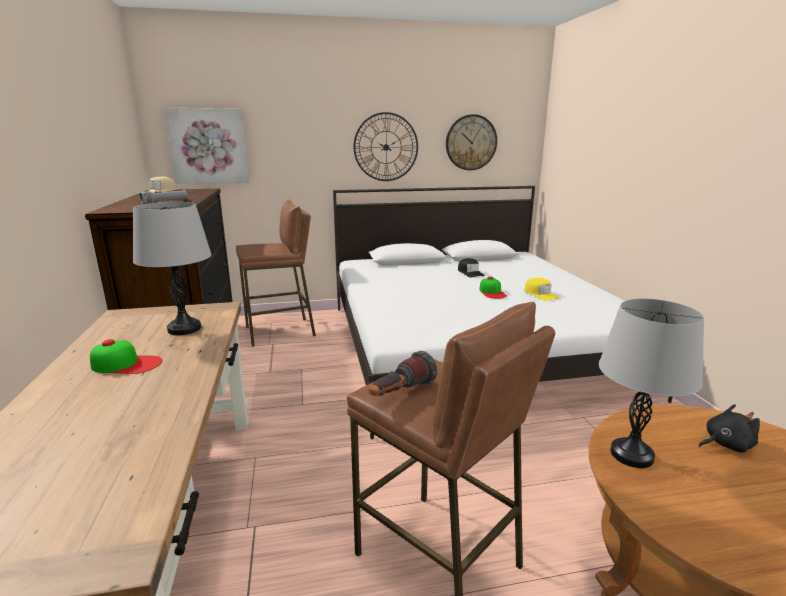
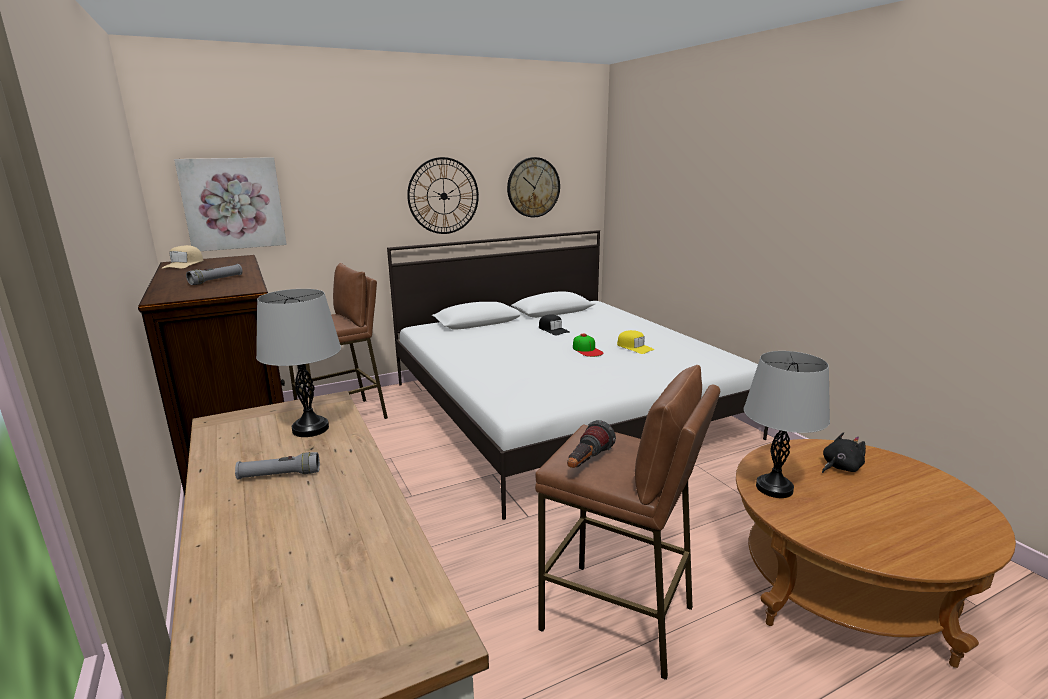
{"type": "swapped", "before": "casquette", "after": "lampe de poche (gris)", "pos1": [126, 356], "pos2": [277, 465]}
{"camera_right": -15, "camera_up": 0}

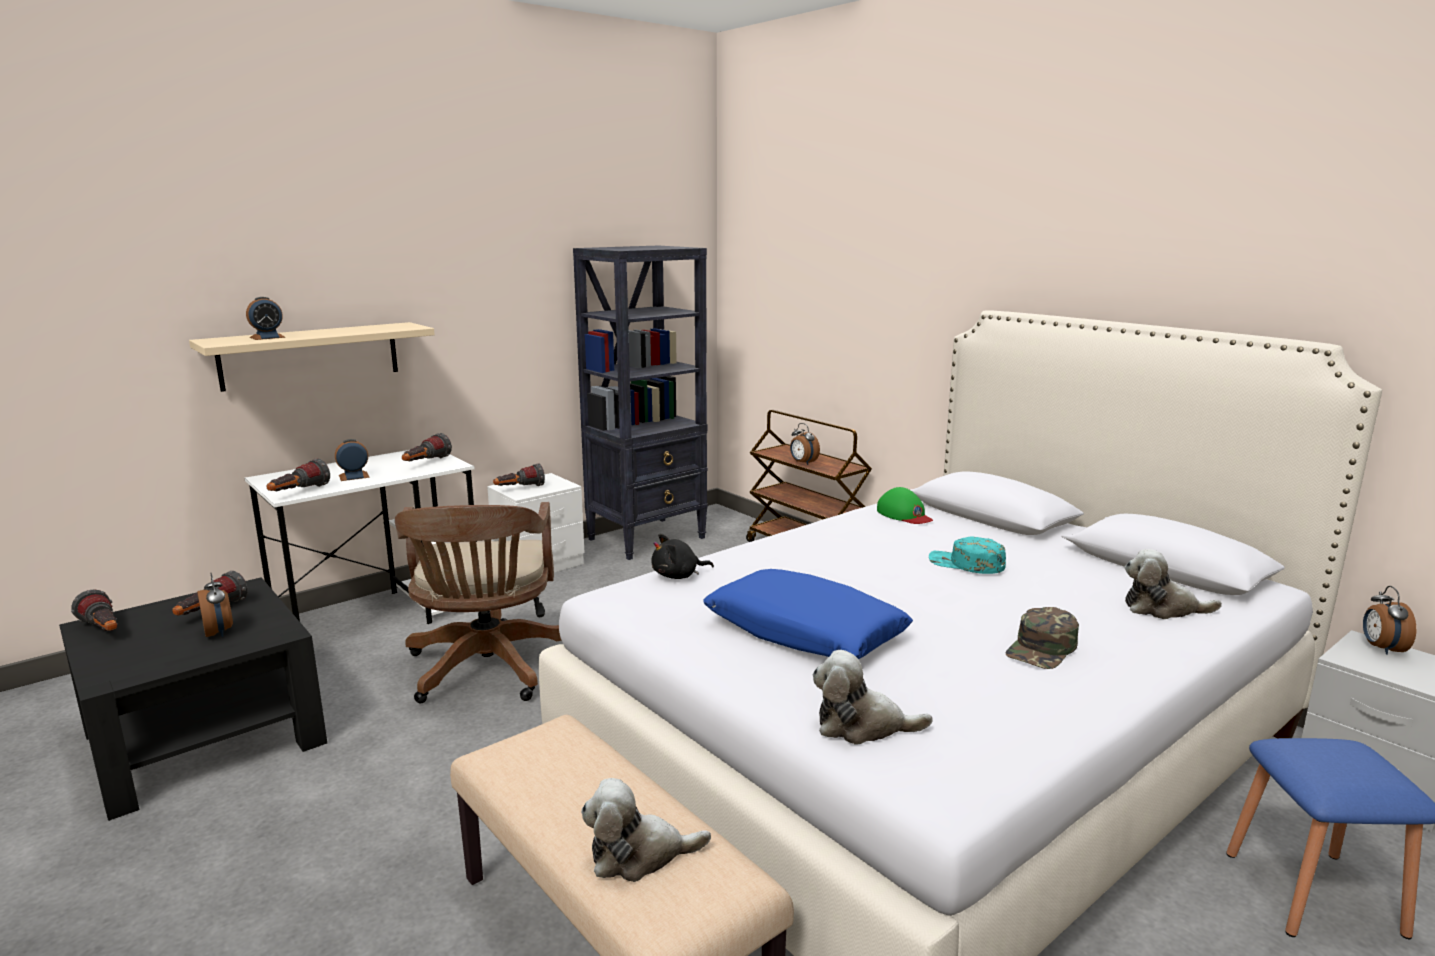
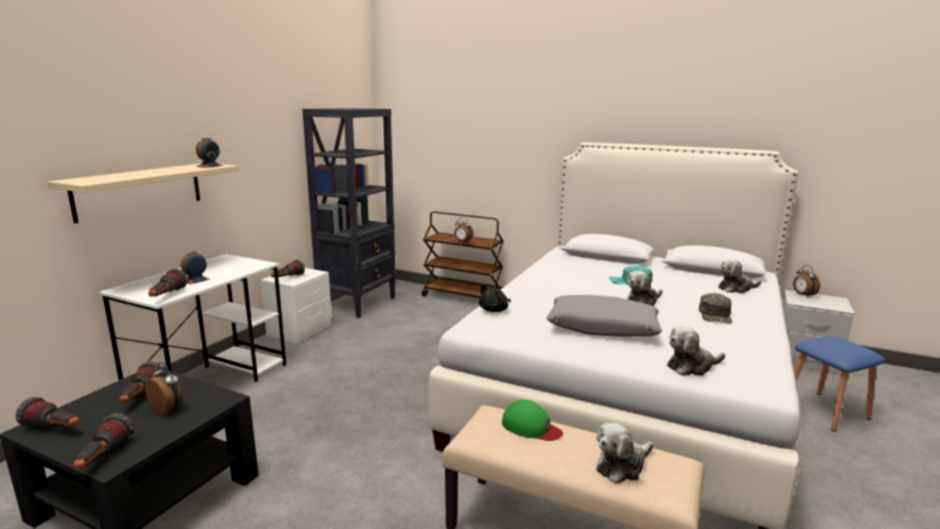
{"type": "shifted", "before": "réveil", "pos1": [266, 318], "pos2": [209, 153]}
{"type": "gone", "before": "chaise de bureau (marron)", "pos1": [478, 603]}
{"type": "shifted", "before": "lampe de poche", "pos1": [427, 447], "pos2": [103, 441]}
{"type": "repainted", "before": "coussin (bleu)", "after": "coussin (gris)", "pos1": [808, 614], "pos2": [604, 315]}
{"type": "shifted", "before": "casquette (vert)", "pos1": [905, 505], "pos2": [532, 420]}
{"type": "new", "after": "peluche", "pos2": [644, 288]}
{"camera_right": -25, "camera_up": 0}

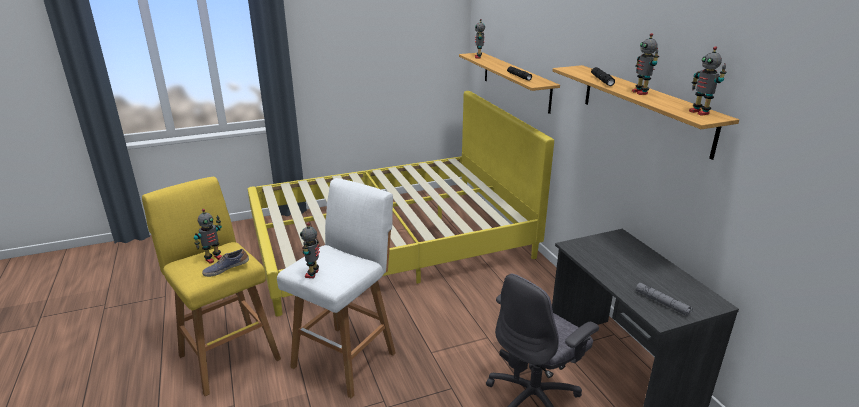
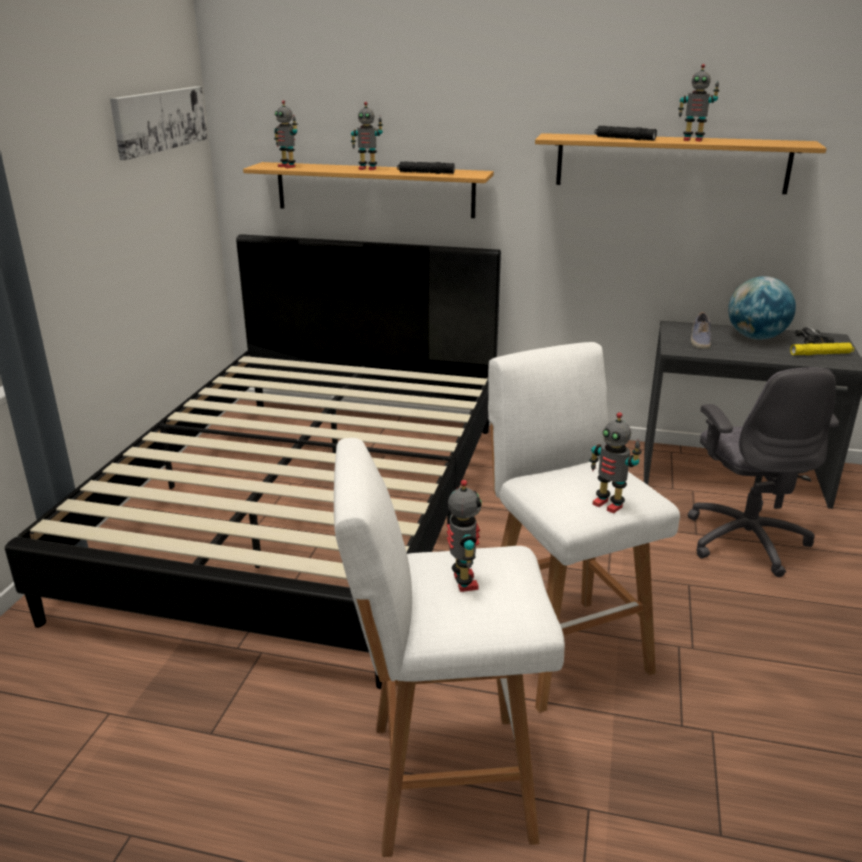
{"type": "repainted", "before": "tabouret (jaune)", "after": "tabouret (blanc)", "pos1": [211, 286], "pos2": [449, 647]}
{"type": "shifted", "before": "chaussure", "pos1": [225, 263], "pos2": [701, 330]}
{"type": "repainted", "before": "lit (jaune)", "after": "lit (noir)", "pos1": [401, 203], "pos2": [253, 461]}
{"type": "repainted", "before": "lampe de poche (gris)", "after": "lampe de poche (jaune)", "pos1": [664, 299], "pos2": [822, 349]}
{"type": "shifted", "before": "robot jouet", "pos1": [708, 81], "pos2": [367, 136]}
{"type": "new", "after": "tableau", "pos2": [159, 123]}
{"type": "new", "after": "globe", "pos2": [762, 308]}
{"type": "new", "after": "petite voiture", "pos2": [814, 335]}
{"camera_right": -55, "camera_up": 0}

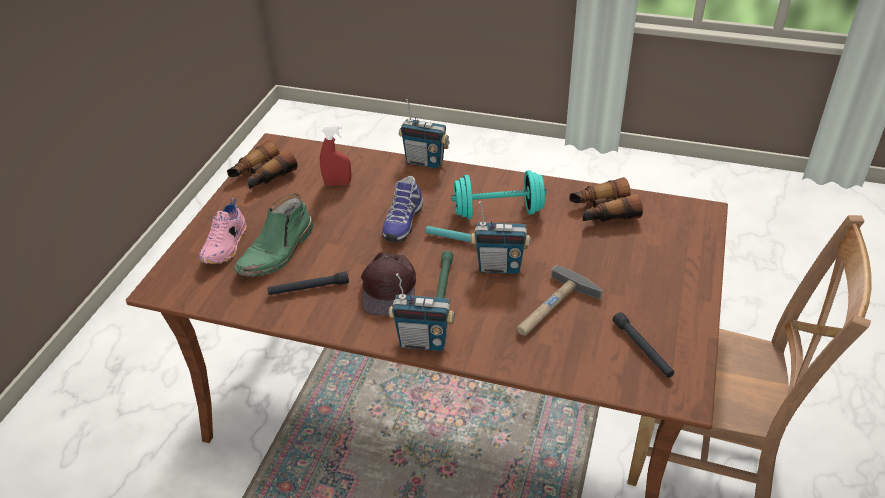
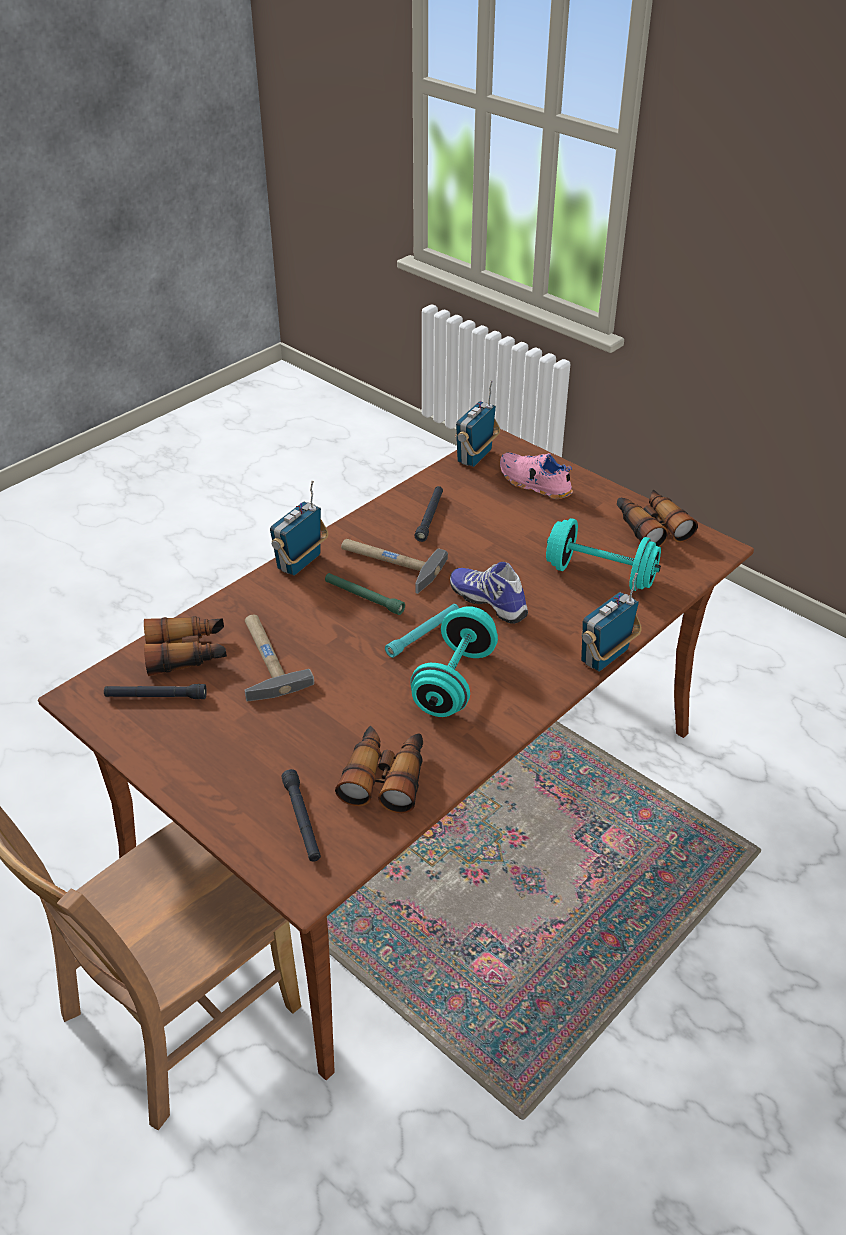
{"type": "gone", "before": "botte (vert)", "pos1": [273, 235]}
{"type": "swapped", "before": "vaporisateur (rouge)", "after": "haltère (turquoise)", "pos1": [335, 155], "pos2": [603, 554]}
{"type": "swapped", "before": "casquette (marron)", "after": "marteau", "pos1": [388, 284], "pos2": [394, 566]}
{"type": "shifted", "before": "radio", "pos1": [500, 237], "pos2": [477, 424]}
{"type": "new", "after": "jumelles", "pos2": [185, 646]}
{"type": "new", "after": "lampe de poche (noir)", "pos2": [301, 815]}
{"camera_right": 115, "camera_up": 0}

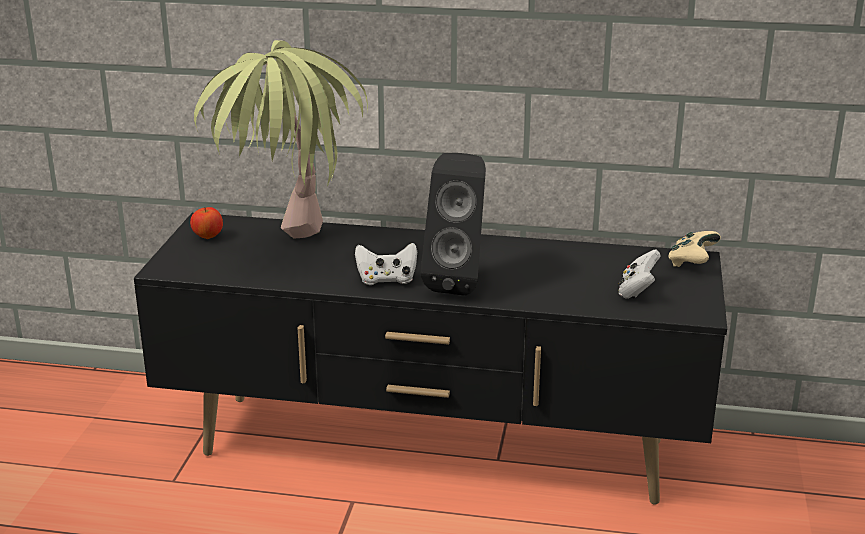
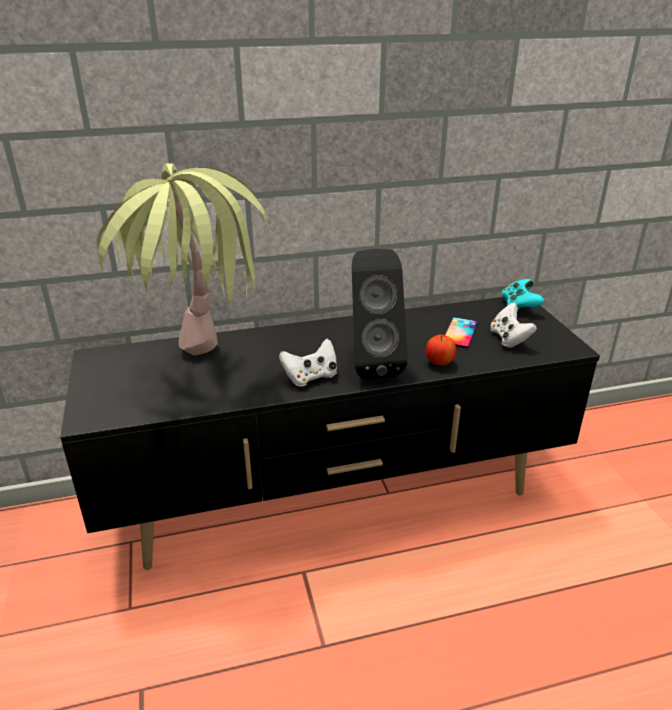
{"type": "shifted", "before": "pomme", "pos1": [206, 223], "pos2": [441, 350]}
{"type": "repainted", "before": "manette (beige)", "after": "manette (turquoise)", "pos1": [694, 249], "pos2": [522, 294]}
{"type": "new", "after": "téléphone", "pos2": [461, 332]}
{"camera_right": -25, "camera_up": 5}

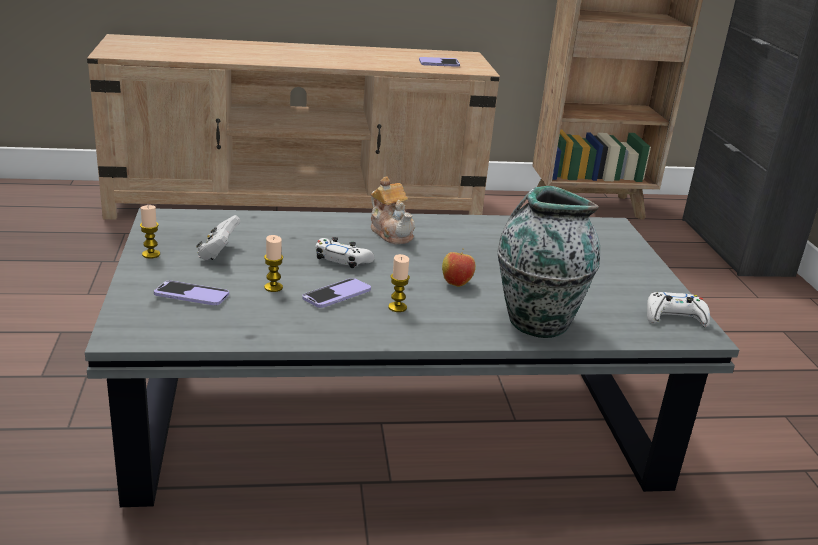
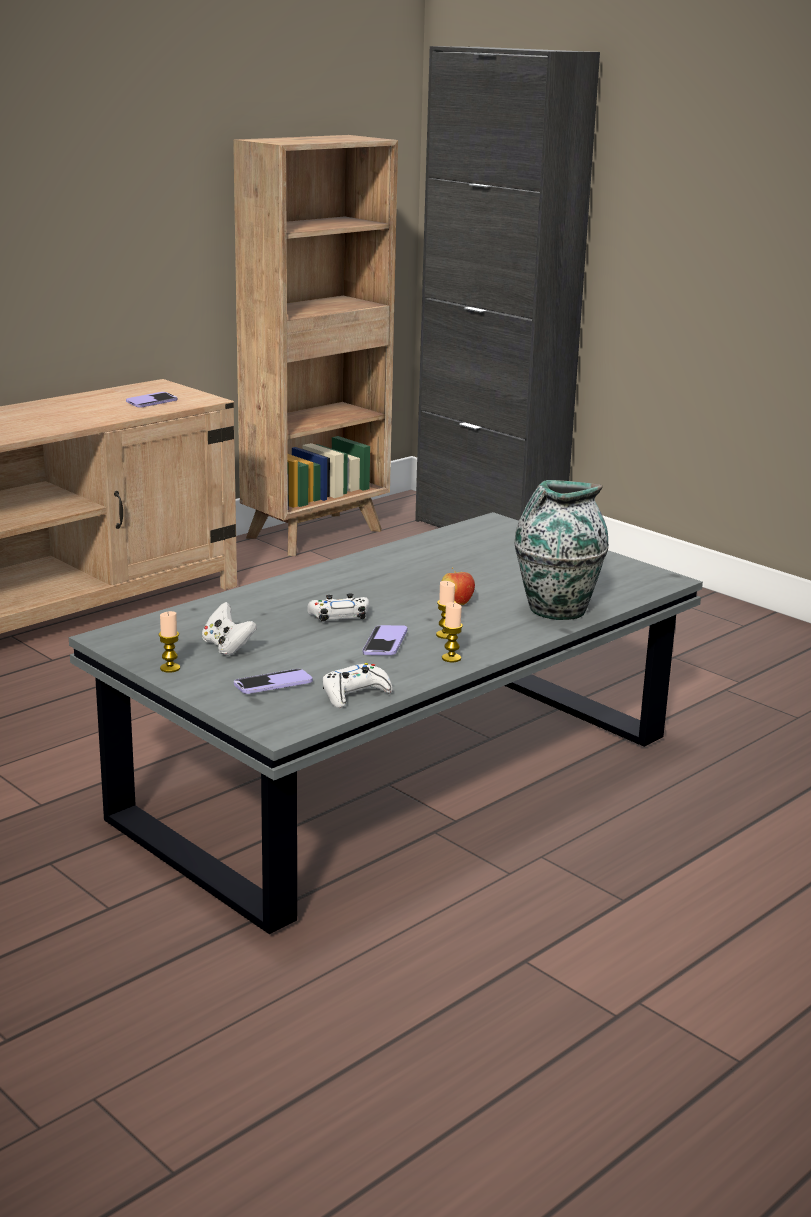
{"type": "shifted", "before": "bougie", "pos1": [273, 263], "pos2": [452, 632]}
{"type": "gone", "before": "théière", "pos1": [393, 210]}
{"type": "shifted", "before": "manette (blanc)", "pos1": [678, 309], "pos2": [358, 685]}
{"camera_right": -35, "camera_up": -5}

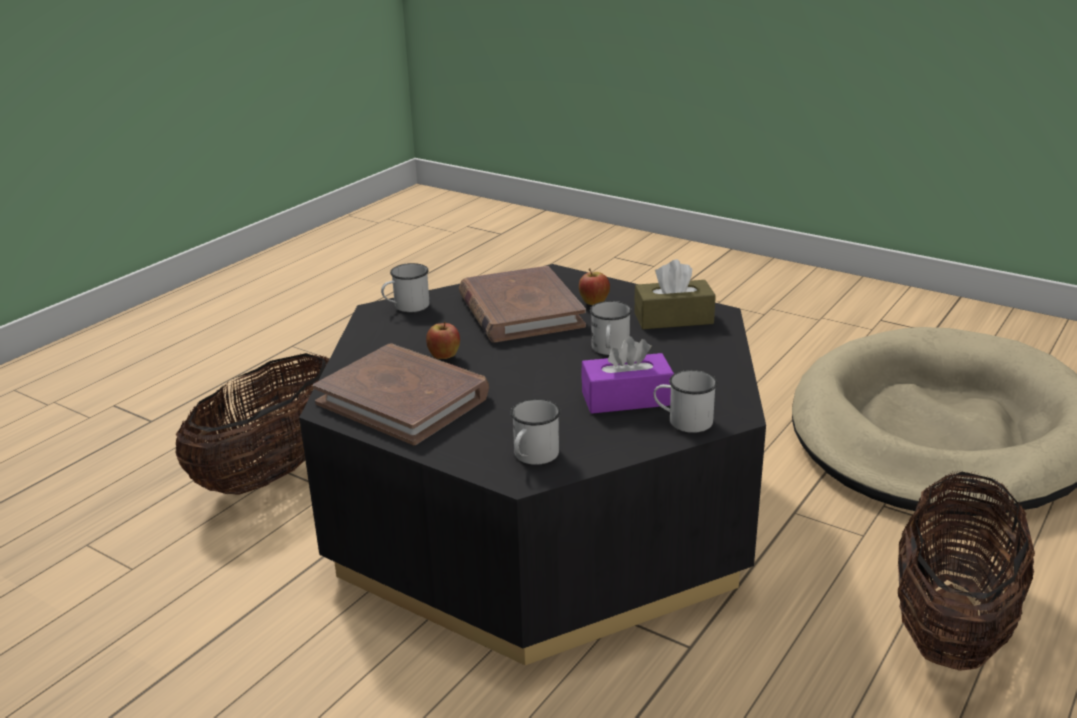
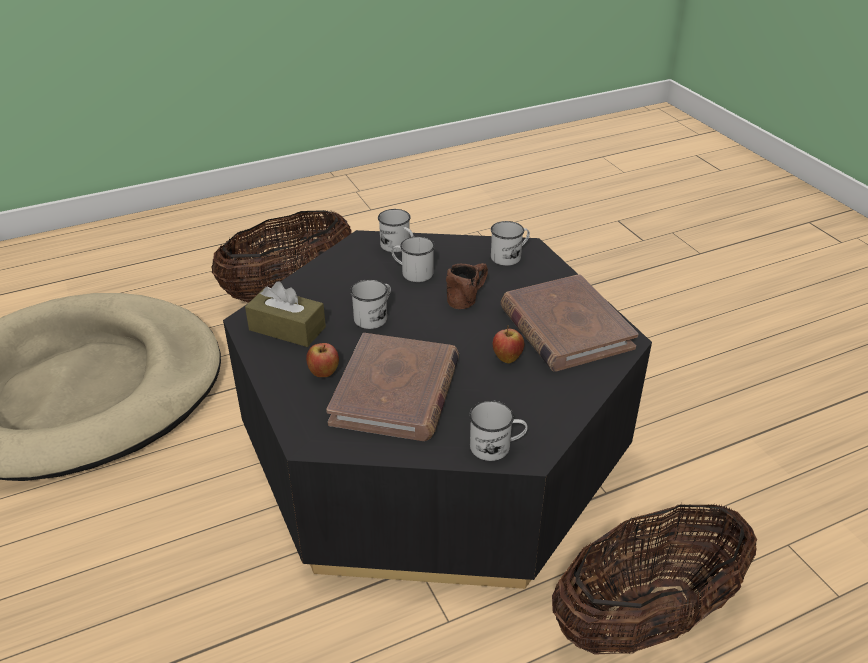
{"type": "swapped", "before": "boîte à mouchoirs (violet)", "after": "mug (blanc)", "pos1": [627, 375], "pos2": [413, 259]}
{"type": "new", "after": "mug (marron)", "pos2": [467, 286]}
{"camera_right": -150, "camera_up": 10}

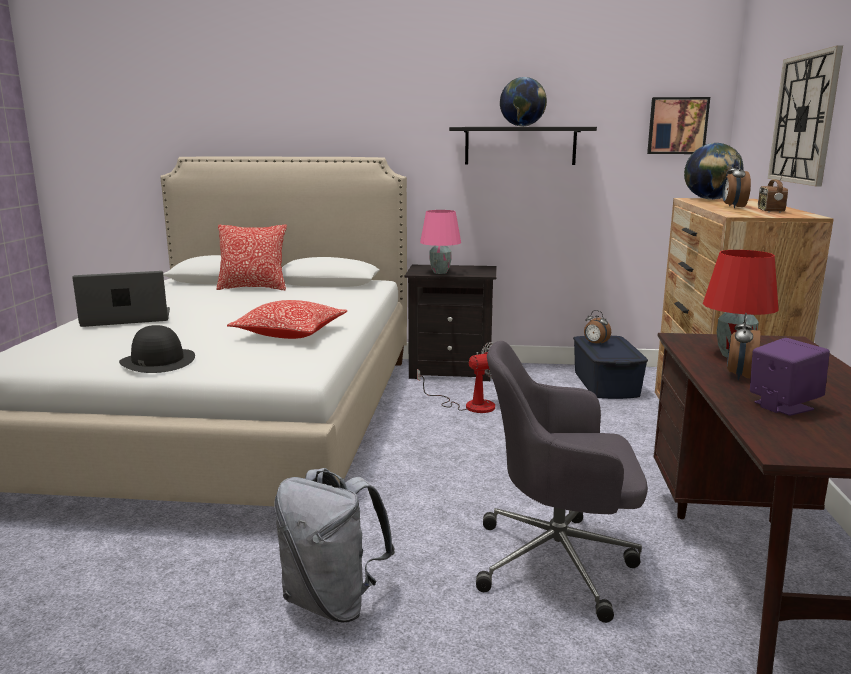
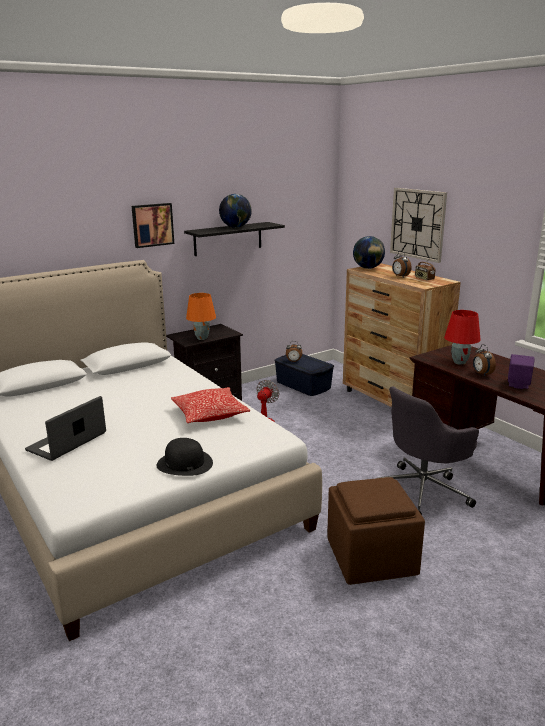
{"type": "gone", "before": "coussin", "pos1": [251, 257]}
{"type": "swapped", "before": "sac à dos (gris)", "after": "pouf (marron)", "pos1": [334, 545], "pos2": [376, 531]}
{"type": "repainted", "before": "lampe de table (rose)", "after": "lampe de table (orange)", "pos1": [440, 242], "pos2": [201, 316]}
{"type": "shifted", "before": "tableau", "pos1": [678, 125], "pos2": [153, 225]}
{"camera_right": -40, "camera_up": 5}

